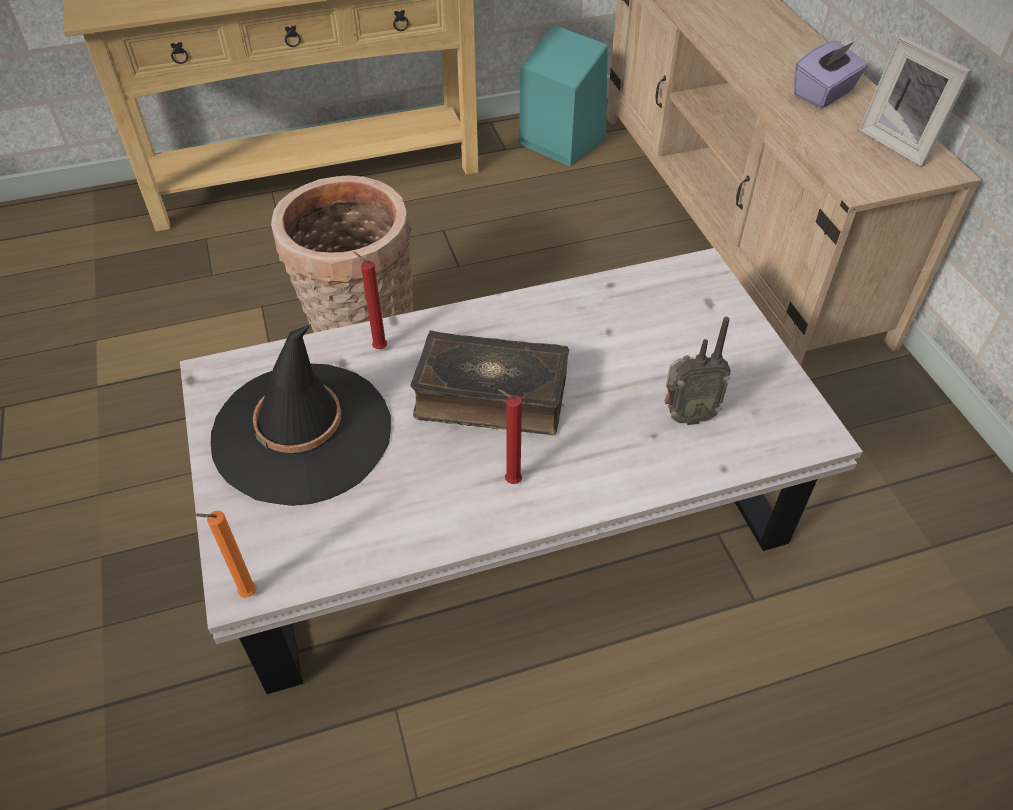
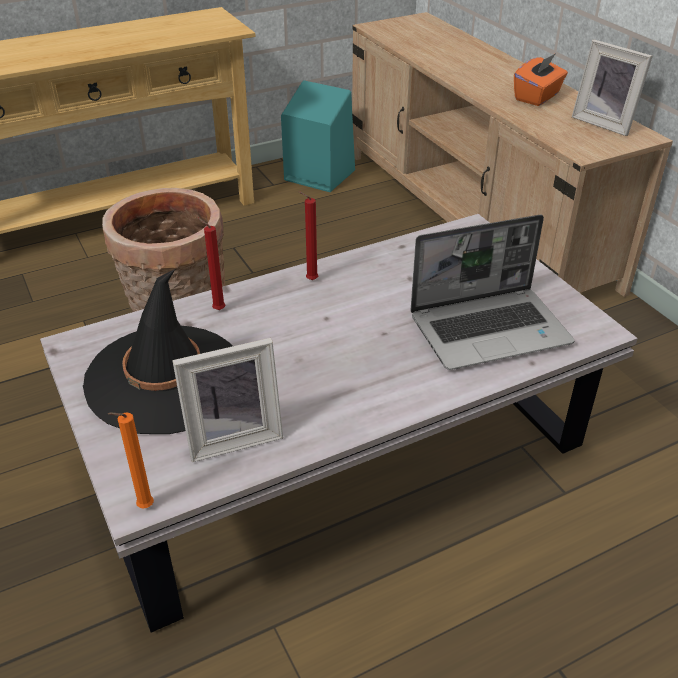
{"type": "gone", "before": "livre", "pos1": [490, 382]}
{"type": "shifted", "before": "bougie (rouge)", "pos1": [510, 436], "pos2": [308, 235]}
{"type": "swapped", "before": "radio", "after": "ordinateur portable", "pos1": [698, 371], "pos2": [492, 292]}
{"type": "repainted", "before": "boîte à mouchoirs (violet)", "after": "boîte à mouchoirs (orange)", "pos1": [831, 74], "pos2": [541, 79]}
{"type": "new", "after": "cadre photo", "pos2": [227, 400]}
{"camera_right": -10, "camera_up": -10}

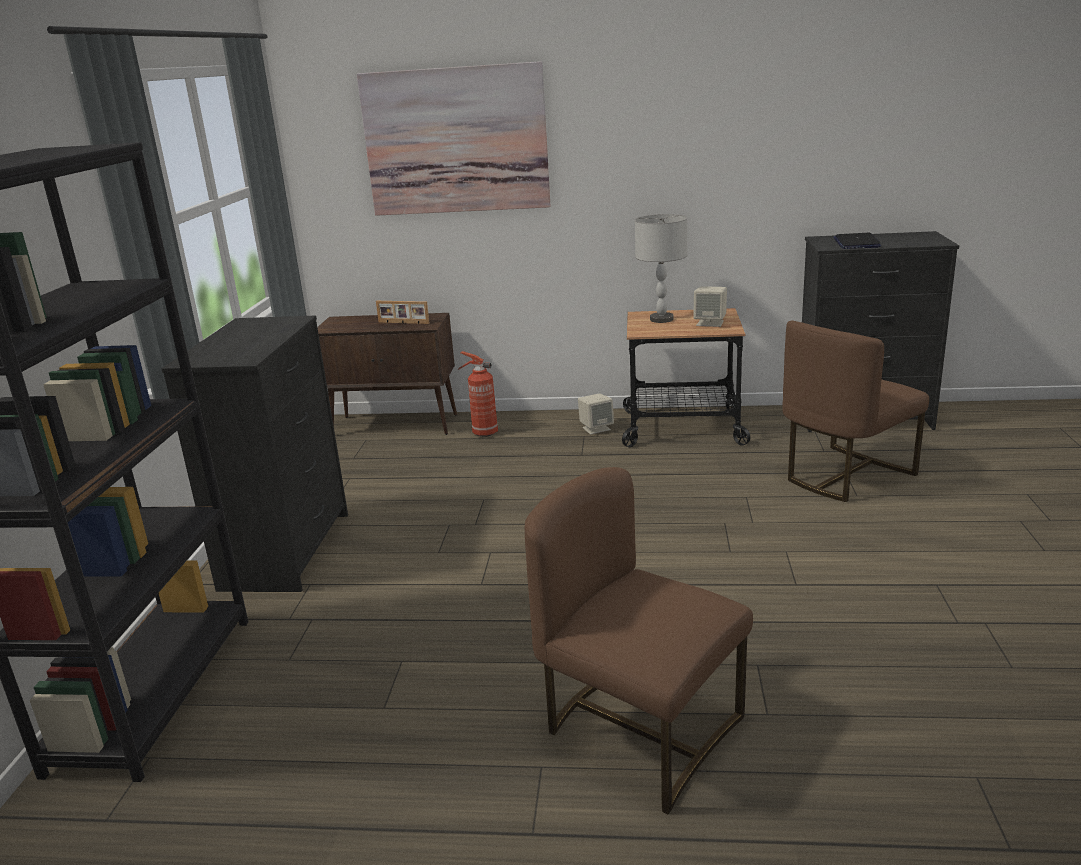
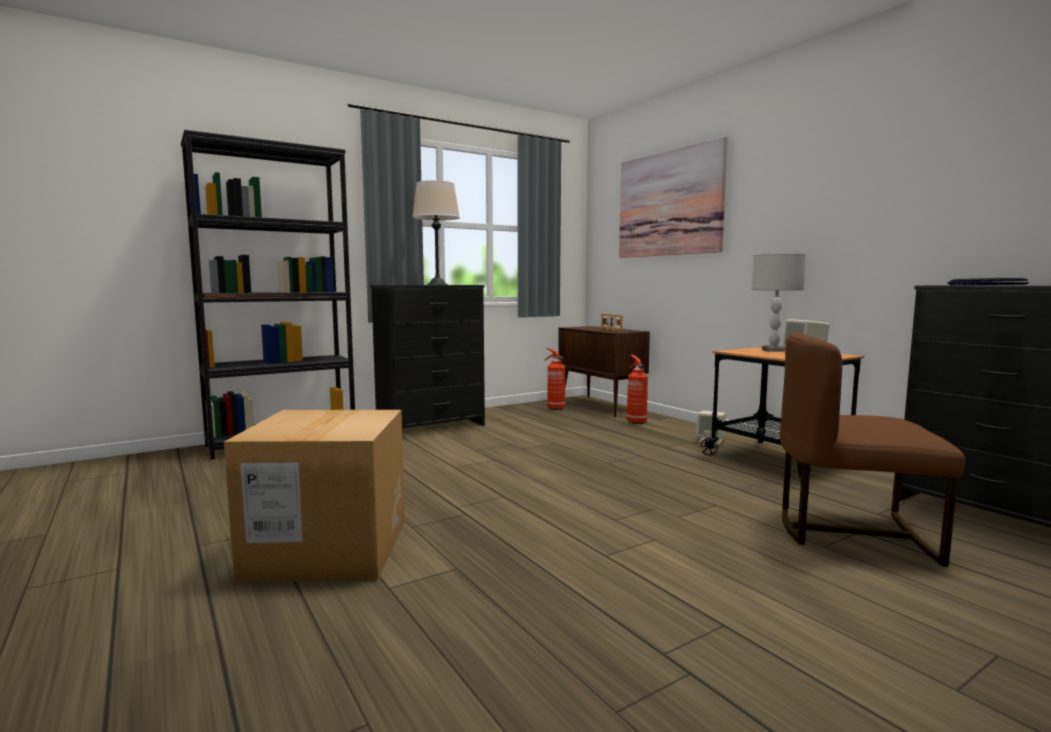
{"type": "swapped", "before": "chaise (marron)", "after": "carton", "pos1": [639, 640], "pos2": [314, 495]}
{"type": "new", "after": "lampe de table (beige)", "pos2": [436, 232]}
{"type": "new", "after": "extincteur", "pos2": [555, 379]}
{"camera_right": 50, "camera_up": -15}

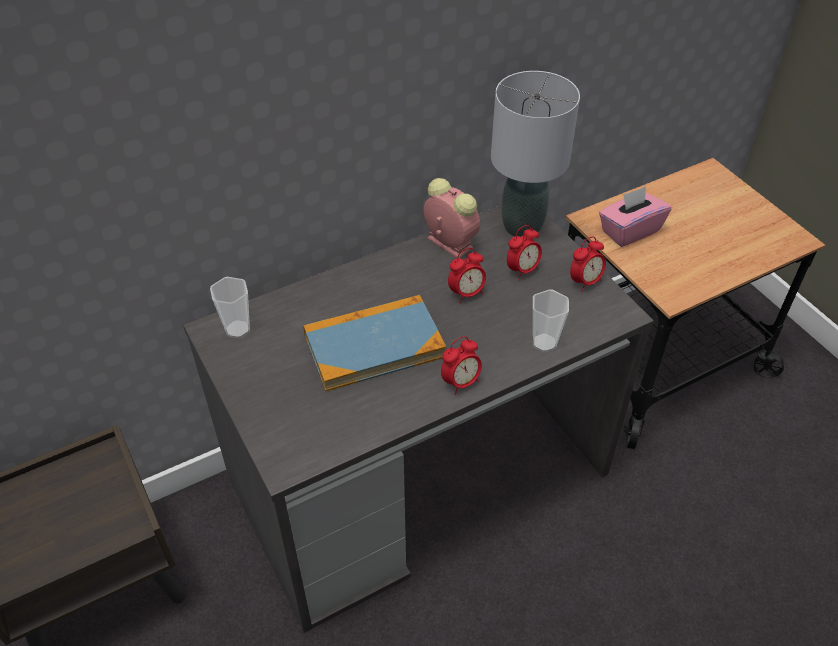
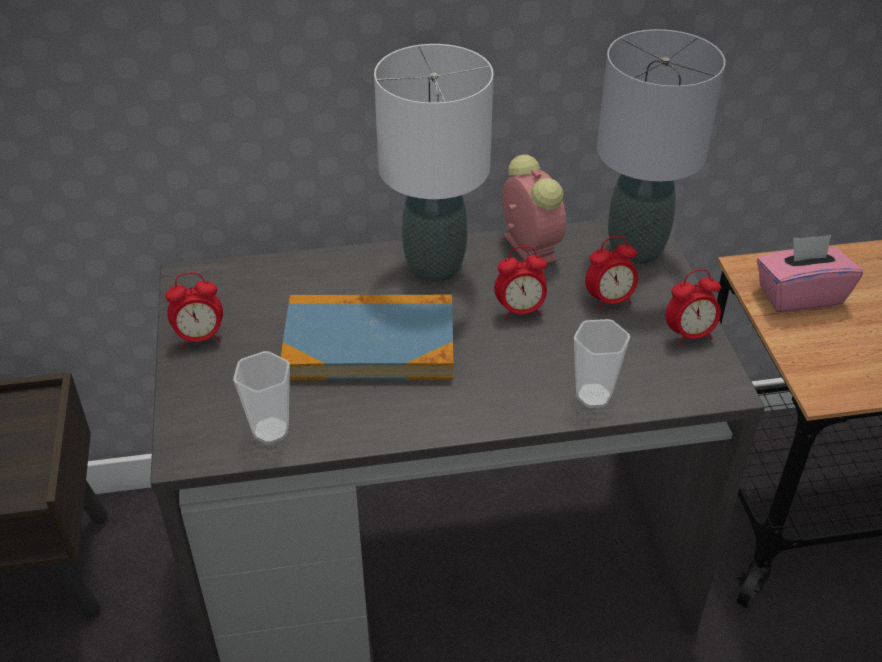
{"type": "shifted", "before": "tasse", "pos1": [230, 308], "pos2": [261, 397]}
{"type": "shifted", "before": "réveil", "pos1": [461, 365], "pos2": [194, 310]}
{"type": "new", "after": "lampe de table (blanc)", "pos2": [434, 163]}
{"camera_right": 20, "camera_up": -5}

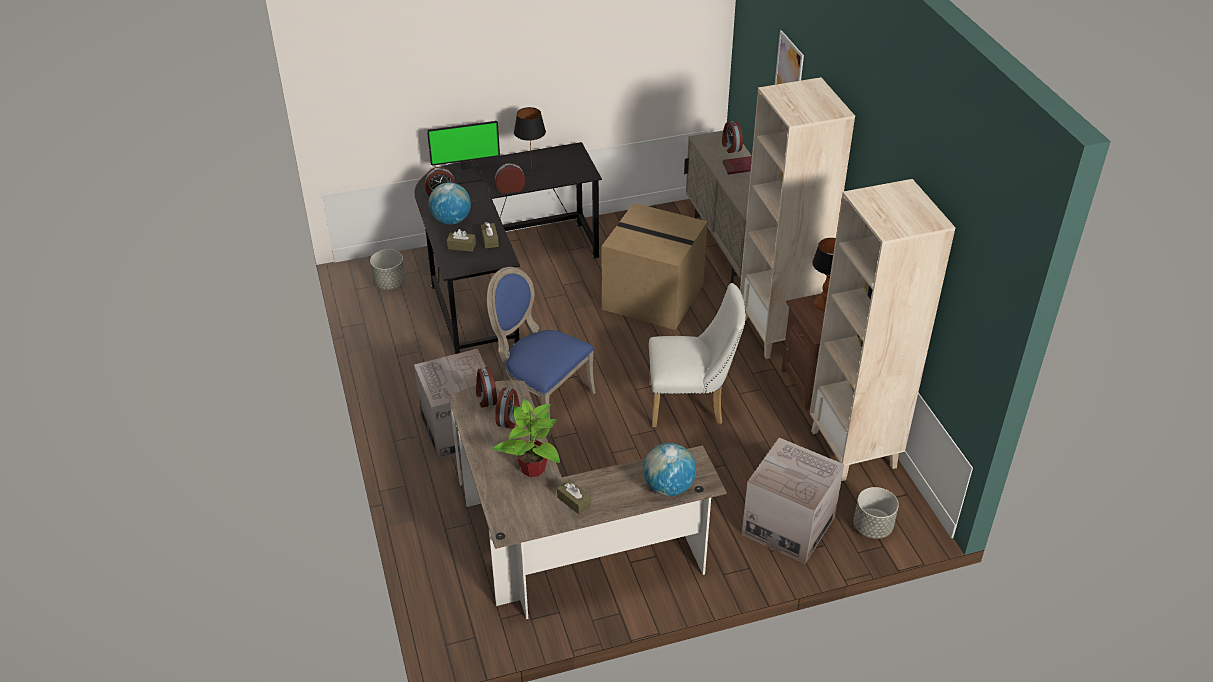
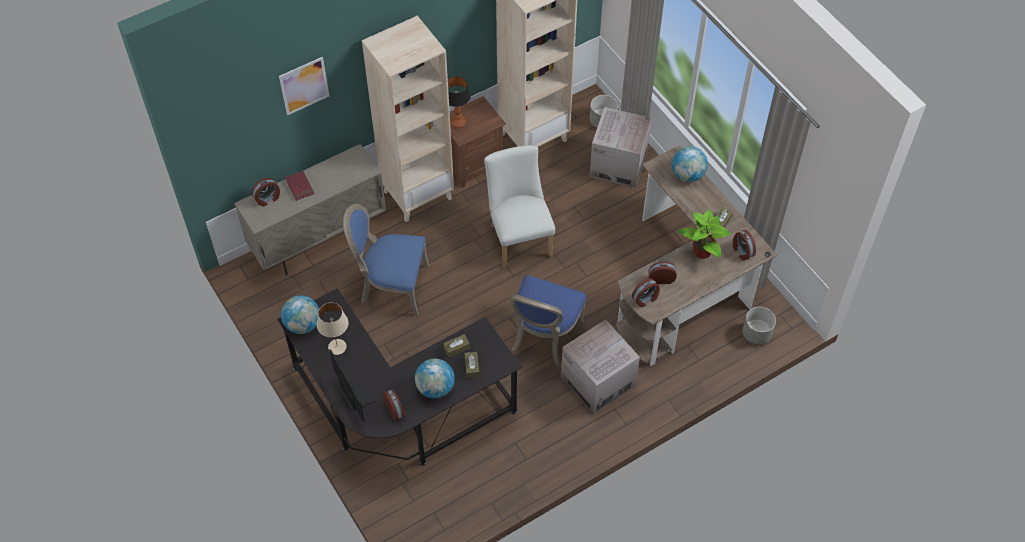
{"type": "shifted", "before": "cache-pot (gris)", "pos1": [388, 270], "pos2": [759, 325]}
{"type": "shifted", "before": "réveil", "pos1": [510, 178], "pos2": [744, 245]}
{"type": "repainted", "before": "lampe de table (noir)", "after": "lampe de table (beige)", "pos1": [530, 141], "pos2": [332, 329]}
{"type": "swapped", "before": "carton", "after": "chaise (bleu)", "pos1": [654, 266], "pos2": [386, 260]}
{"type": "new", "after": "globe", "pos2": [300, 314]}
{"camera_right": -105, "camera_up": 15}

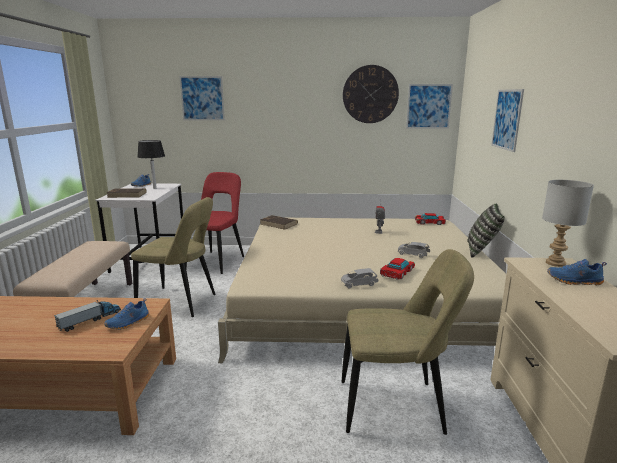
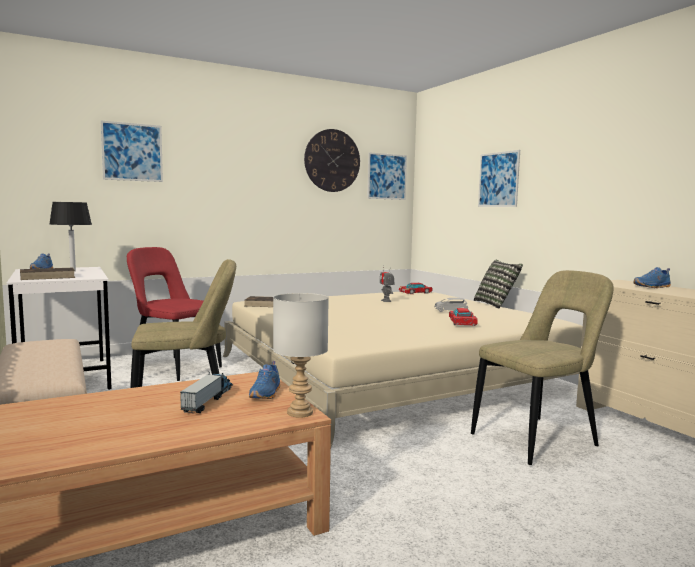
{"type": "rotated", "before": "chaise (rouge)", "pos1": [214, 223], "pos2": [174, 314], "turn": -45}
{"type": "gone", "before": "petite voiture (gris)", "pos1": [359, 278]}
{"type": "shifted", "before": "lampe de table (gris)", "pos1": [568, 223], "pos2": [301, 355]}
{"camera_right": -30, "camera_up": -10}

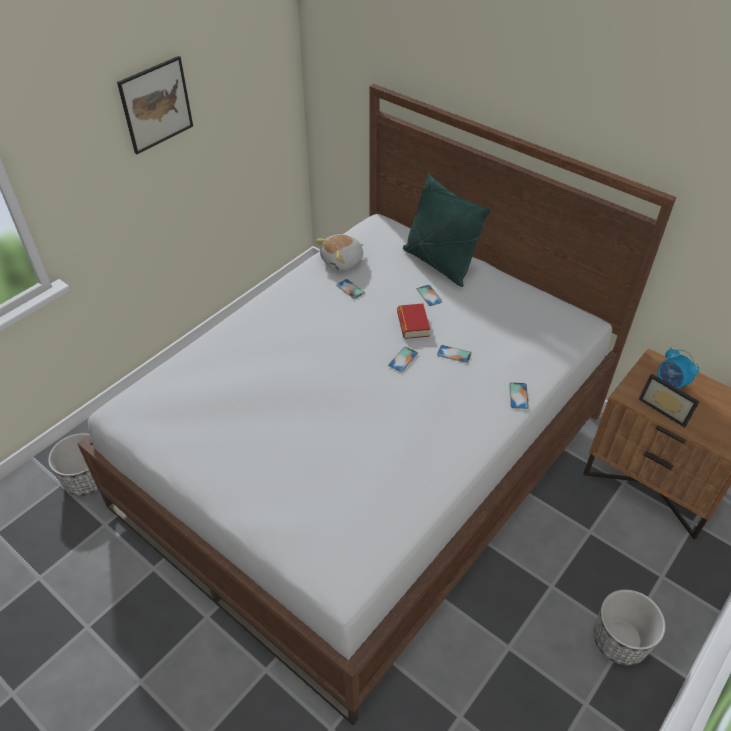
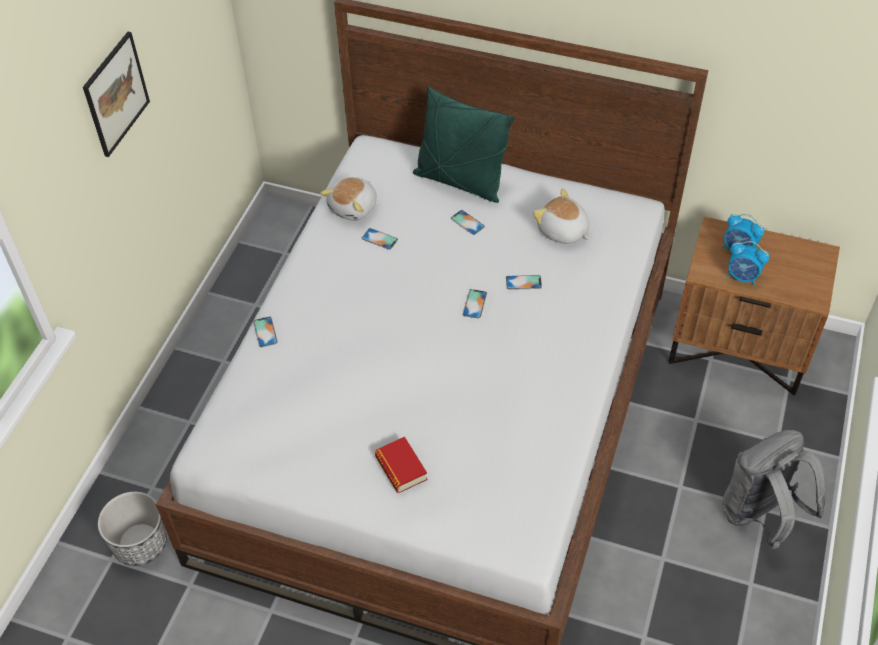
{"type": "shifted", "before": "livre", "pos1": [413, 321], "pos2": [401, 465]}
{"type": "shifted", "before": "téléphone", "pos1": [519, 395], "pos2": [265, 332]}
{"type": "swapped", "before": "cache-pot", "after": "sac à dos (gris)", "pos1": [630, 627], "pos2": [774, 489]}
{"type": "swapped", "before": "cadre photo", "after": "réveil", "pos1": [669, 400], "pos2": [747, 263]}
{"type": "new", "after": "peluche", "pos2": [561, 216]}
{"camera_right": -20, "camera_up": 5}

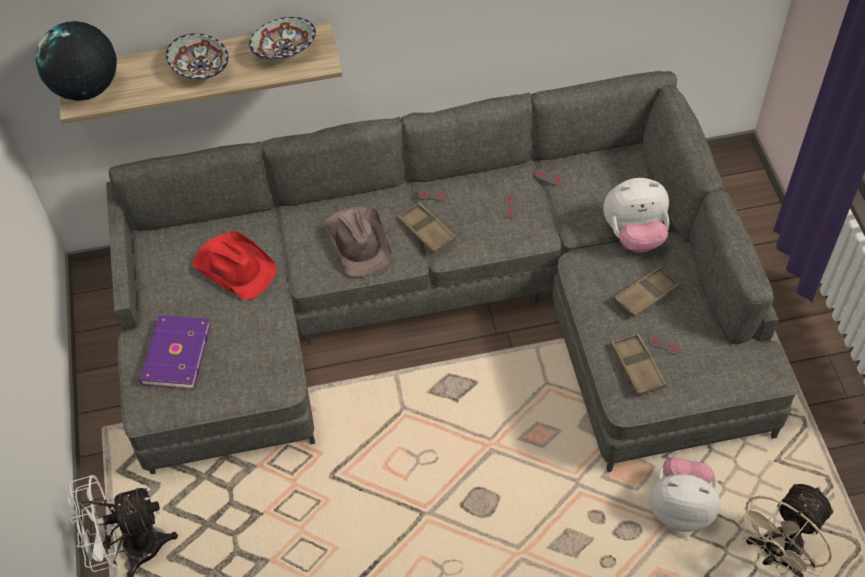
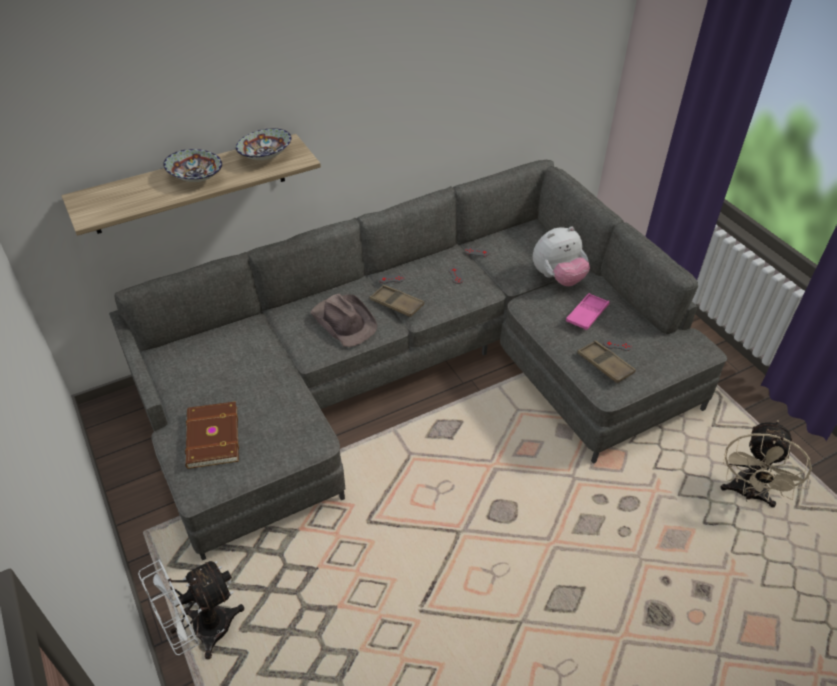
{"type": "gone", "before": "globe", "pos1": [76, 61]}
{"type": "repainted", "before": "livre (violet)", "after": "livre (marron)", "pos1": [175, 352], "pos2": [212, 435]}
{"type": "gone", "before": "chapeau (rouge)", "pos1": [235, 265]}
{"type": "repainted", "before": "plateau (marron)", "after": "plateau (rose)", "pos1": [647, 292], "pos2": [587, 311]}
{"type": "gone", "before": "peluche", "pos1": [685, 494]}
{"camera_right": -20, "camera_up": -10}

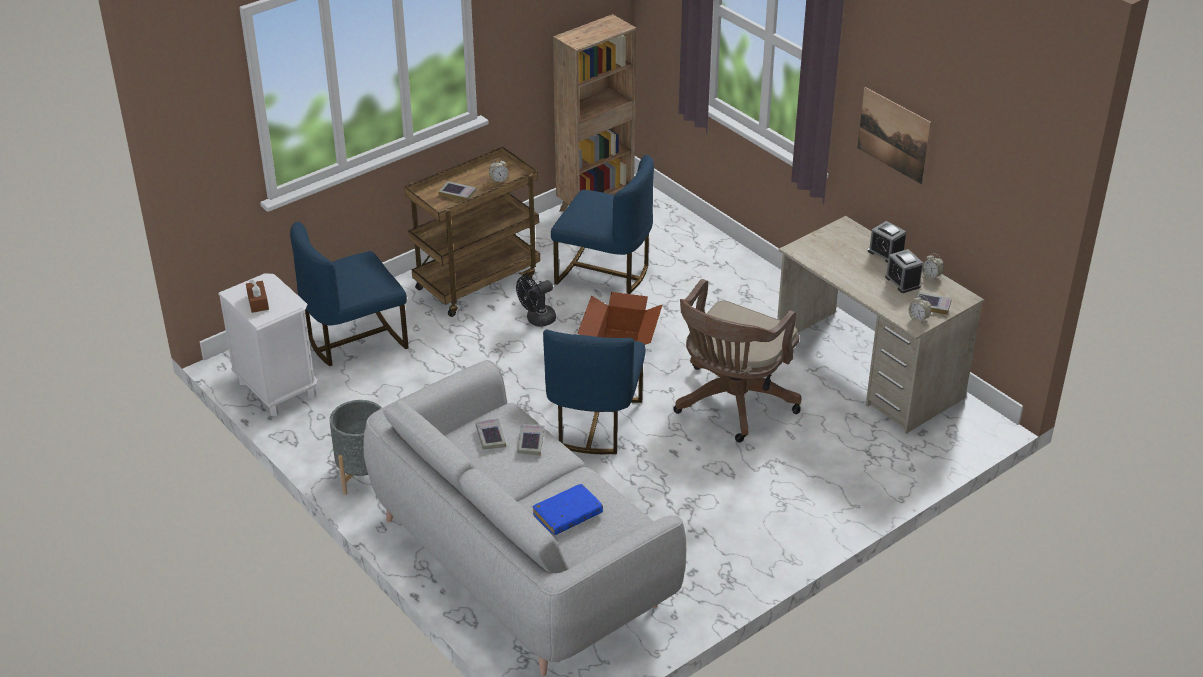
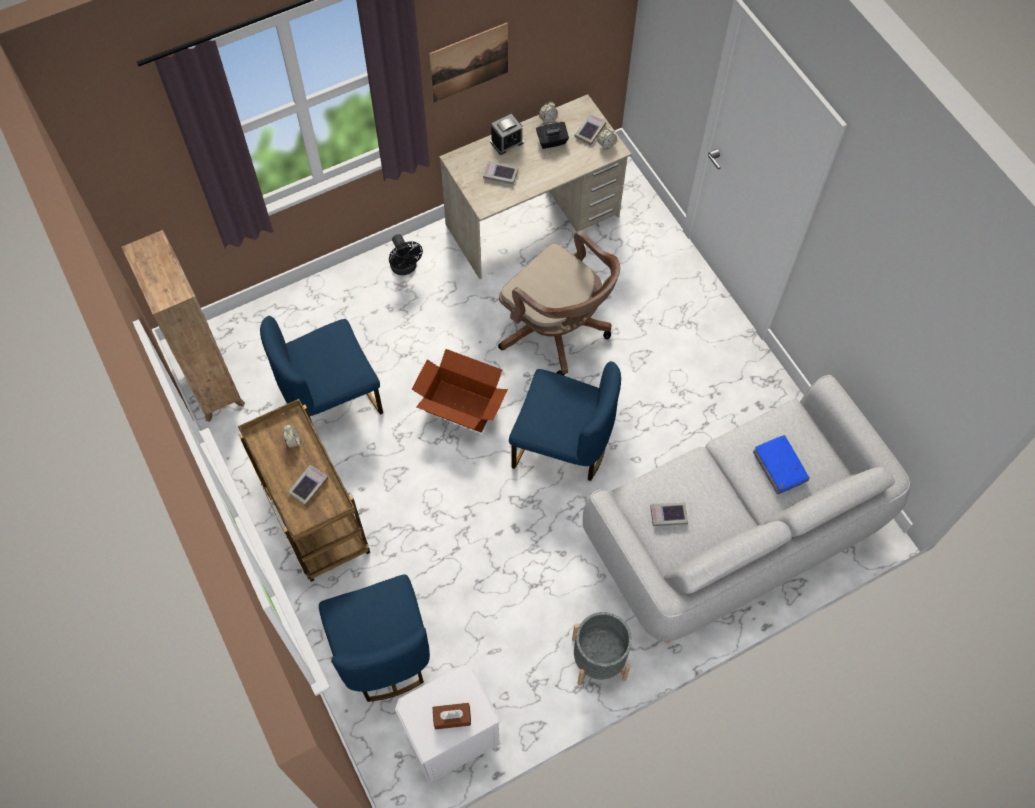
{"type": "shifted", "before": "ventilateur (noir)", "pos1": [536, 301], "pos2": [406, 254]}
{"type": "shifted", "before": "livre", "pos1": [530, 440], "pos2": [500, 173]}
{"type": "rotated", "before": "chaise (bleu)", "pos1": [602, 224], "pos2": [321, 366], "turn": -150}
{"type": "swapped", "before": "réveil", "after": "boîte à mouchoirs (noir)", "pos1": [904, 271], "pos2": [552, 135]}
{"camera_right": -80, "camera_up": 25}

